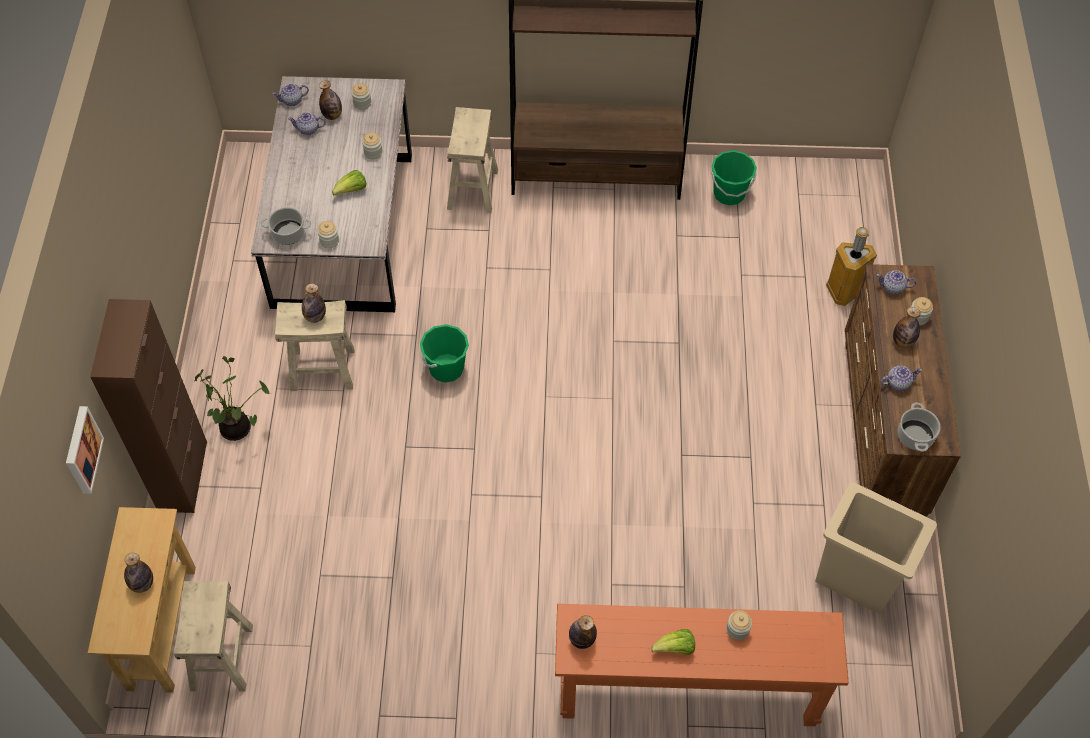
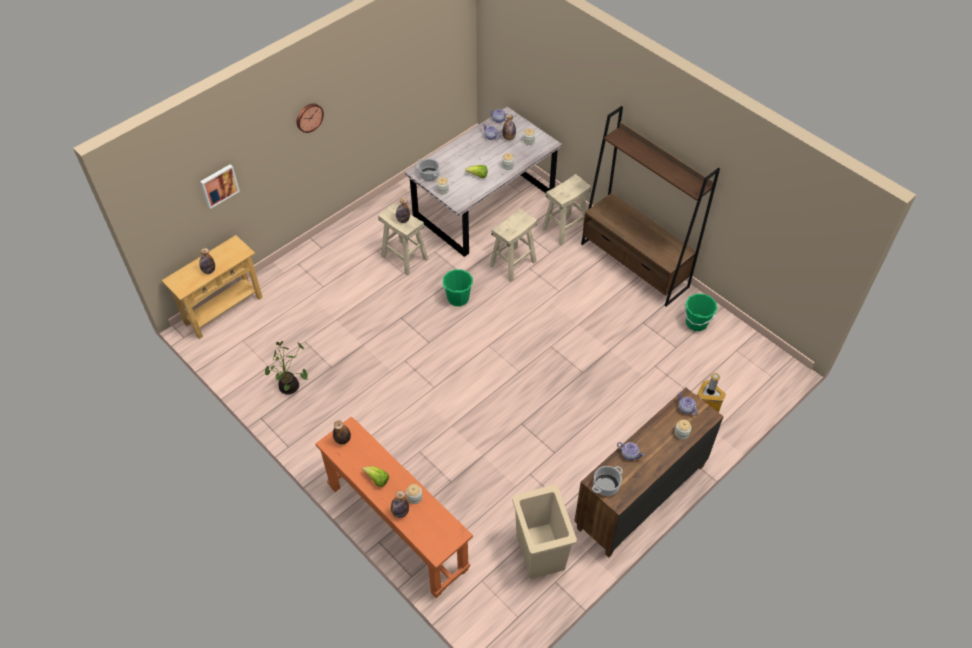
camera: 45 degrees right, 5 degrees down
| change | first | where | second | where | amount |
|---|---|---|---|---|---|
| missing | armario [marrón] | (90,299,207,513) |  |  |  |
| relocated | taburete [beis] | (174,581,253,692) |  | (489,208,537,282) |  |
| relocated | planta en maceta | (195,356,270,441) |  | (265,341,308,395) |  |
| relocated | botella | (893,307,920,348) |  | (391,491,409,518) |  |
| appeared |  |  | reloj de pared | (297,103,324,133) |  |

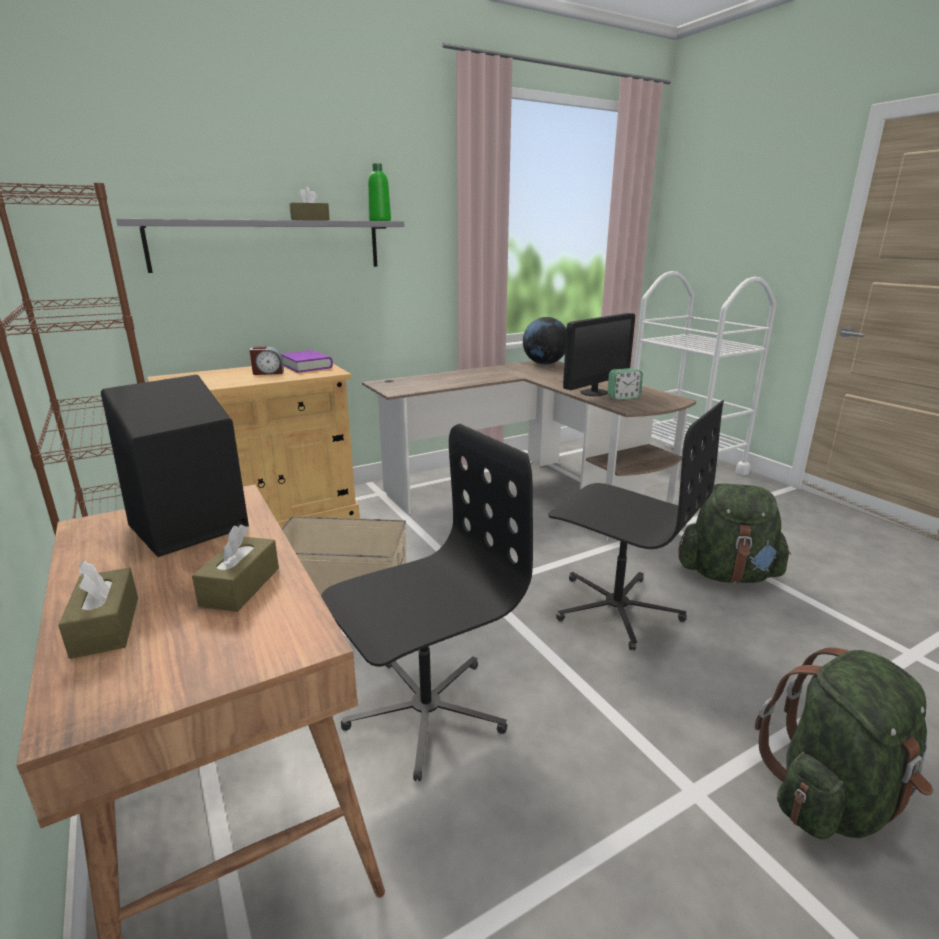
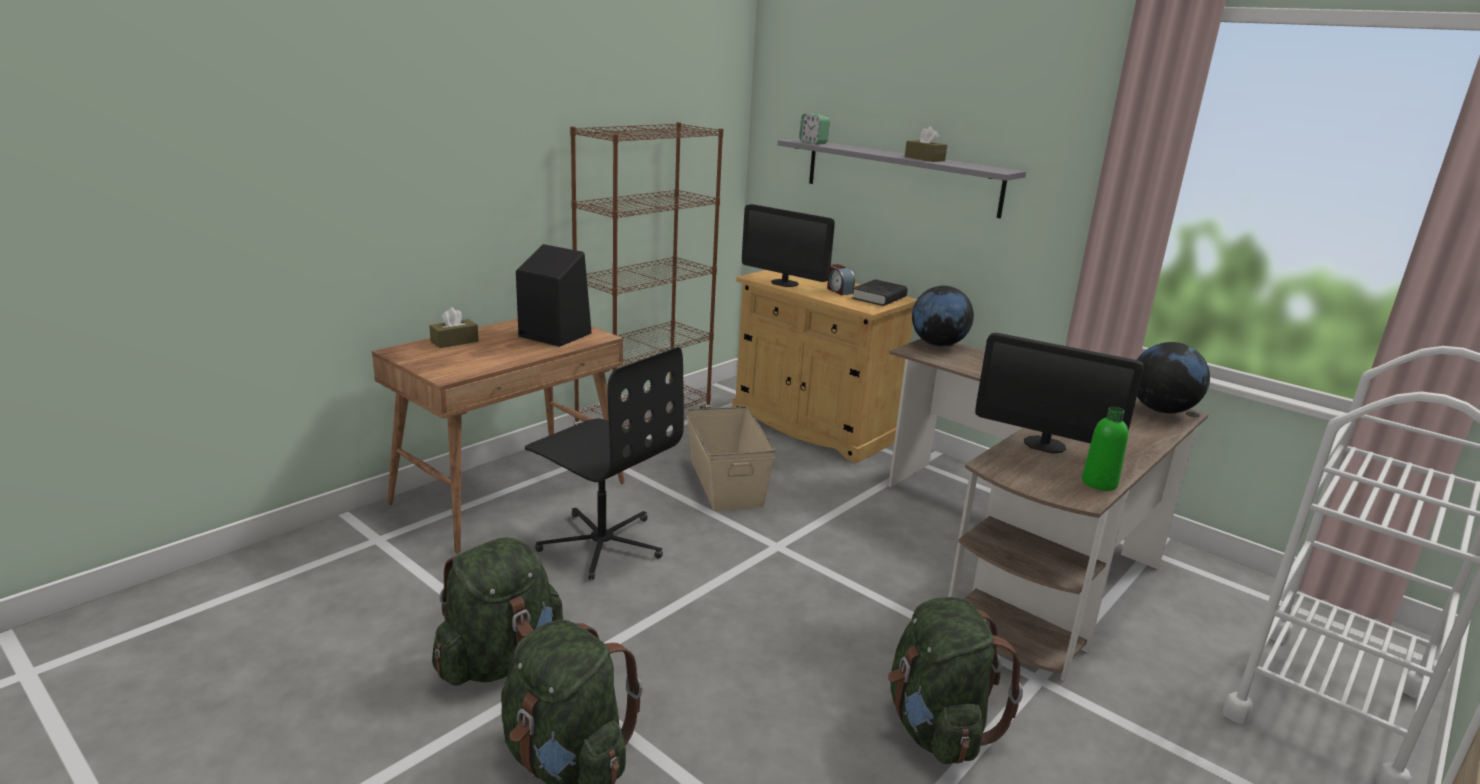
camera: 70 degrees right, 0 degrees up
| change | first | where | second | where | amount |
|---|---|---|---|---|---|
| missing | caja de pañuelos [marrón] | (192,525,279,612) |  |  |  |
| colour | libro [morado] | (281,350,333,373) | libro [negro] | (852,279,908,306) |  |
| relocated | botella [verde] | (368,163,391,221) |  | (1082,407,1128,491) |  |
| missing | silla de oficina [negro] | (548,400,724,650) |  |  |  |
| relocated | despertador | (608,368,643,400) |  | (799,114,830,144) |  |
| appeared |  |  | mochila [verde] | (432,537,563,686) |  |
| appeared |  |  | monitor | (742,204,835,287) |  |
| appeared |  |  | globo terráqueo | (912,286,974,346) |  |

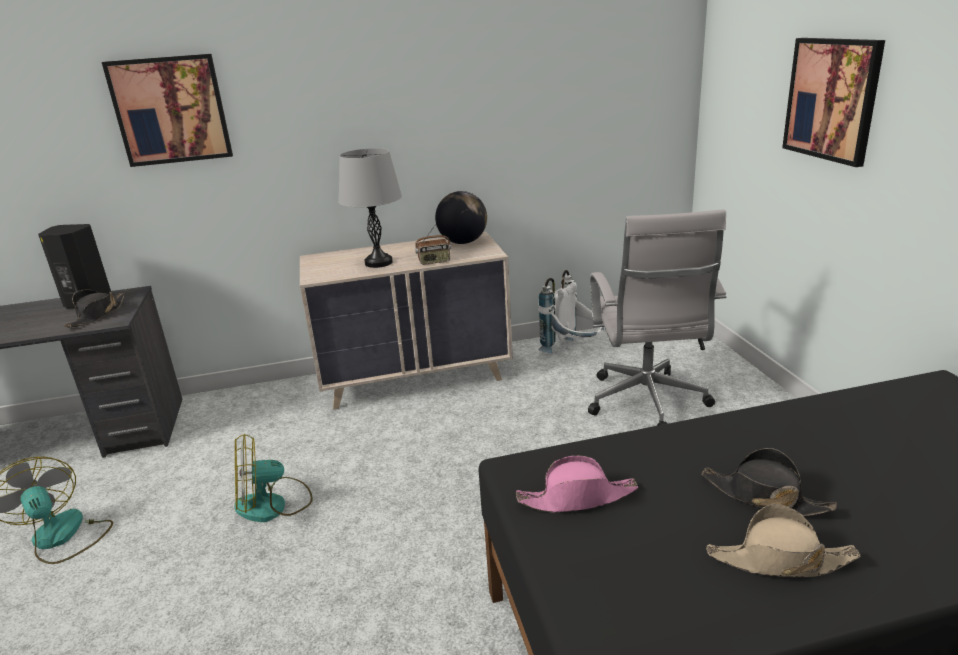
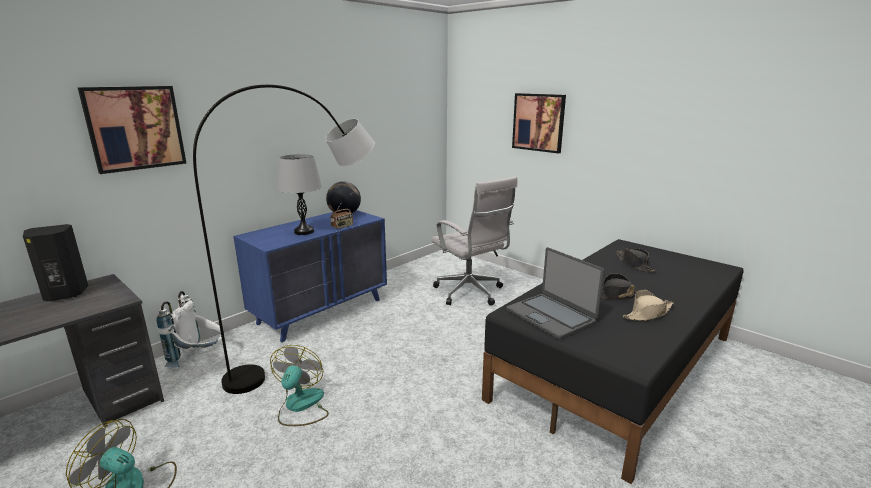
camera: 35 degrees left, 5 degrees down
| change | first | where | second | where | amount |
|---|---|---|---|---|---|
| relocated | sombrero [negro] | (64,290,125,328) |  | (616,248,656,272) |  |
| spun | ventilador | (234,434,313,522) |  | (270,345,329,426) | 150 degrees clockwise |
| colour | cómoda [beis] | (300,232,513,409) | cómoda [azul] | (233,210,387,342) |  |
| exchanged | sombrero [rosa] | (516,455,638,513) | portátil | (506,247,604,339) |  |
| relocated | mochila [blanco] | (538,270,604,354) |  | (156,291,224,367) |  |
| appeared |  |  | lámpara de pie [gris] | (193,85,375,394) |  |

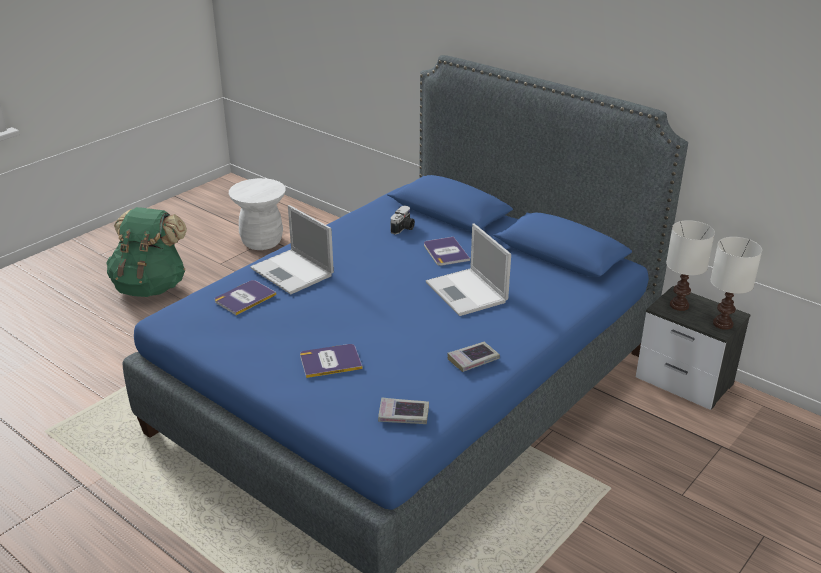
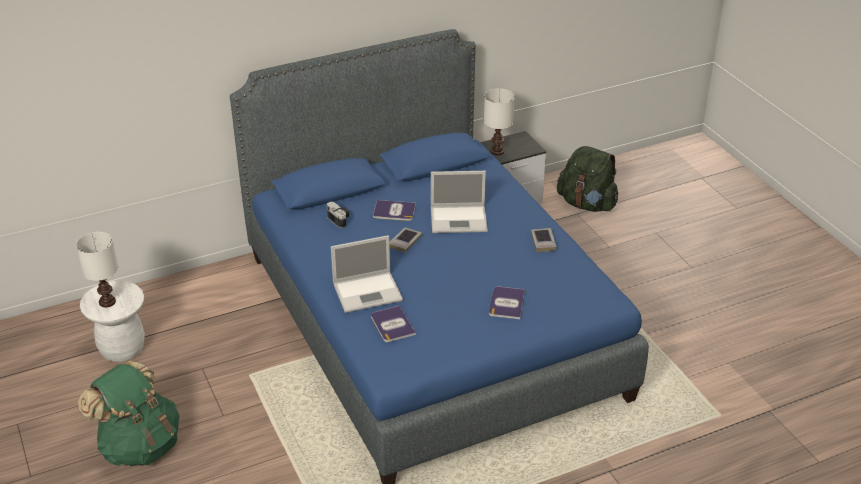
camera: 65 degrees left, 5 degrees up
| change | first | where | second | where | amount |
|---|---|---|---|---|---|
| relocated | libro | (378,397,429,424) |  | (389,228,422,252) |  |
| relocated | lámpara de mesa [blanco] | (710,237,762,330) |  | (76,232,118,307) |  |
| appeared |  |  | mochila [verde] | (557,146,618,212) |  |

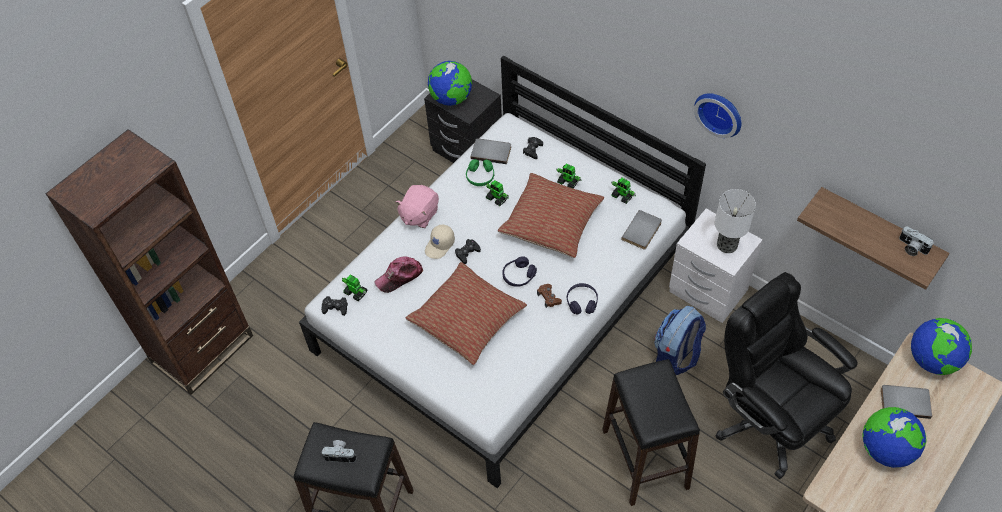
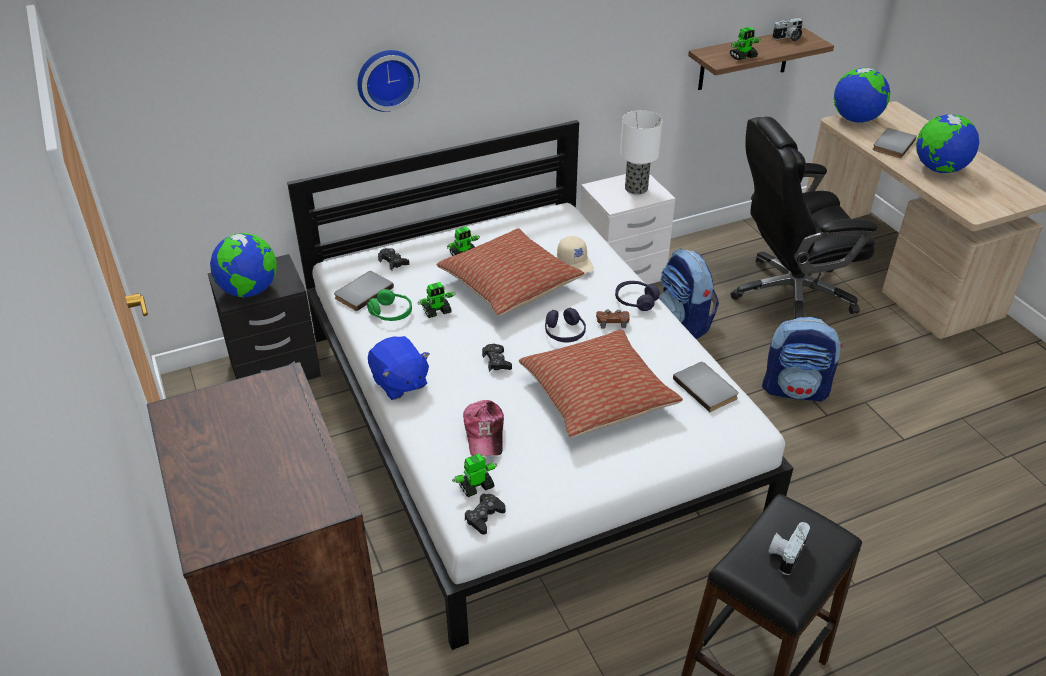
camera: 65 degrees left, 15 degrees down
| change | first | where | second | where | amount |
|---|---|---|---|---|---|
| colour | peluche [rosa] | (395,185,439,228) | peluche [azul] | (368,336,430,400) |  |
| relocated | gorra [beis] | (425,224,455,259) |  | (557,236,594,274) |  |
| exchanged | taburete [negro] | (602,359,700,506) | mochila | (762,317,842,402) |  |
| relocated | robot de juguete | (611,178,636,204) |  | (730,27,761,60) |  |
| relocated | libro [gris] | (621,210,662,250) |  | (673,362,739,412) |  |
| relocated | reloj de pared | (694,93,742,138) |  | (358,50,420,112) |  |

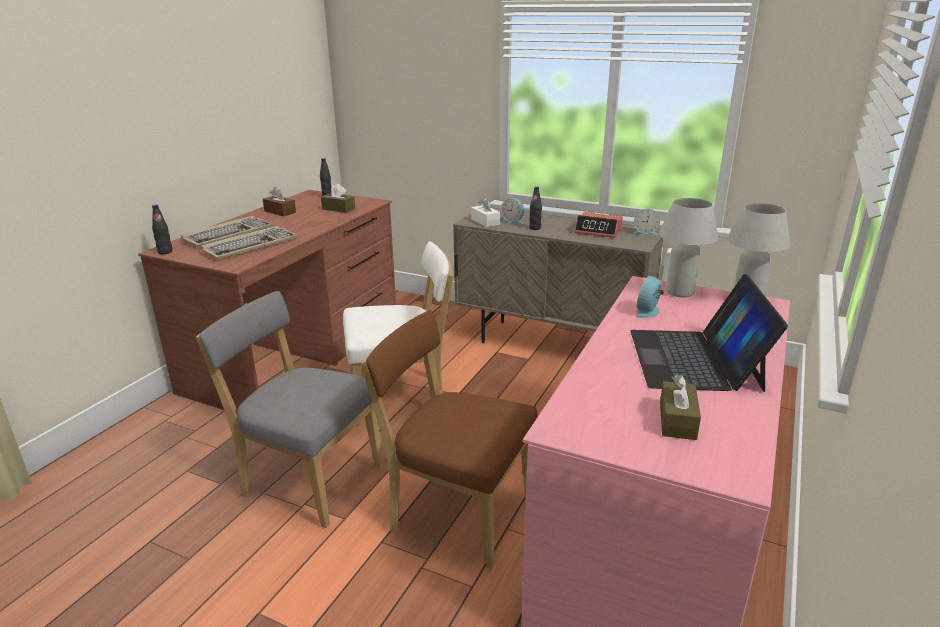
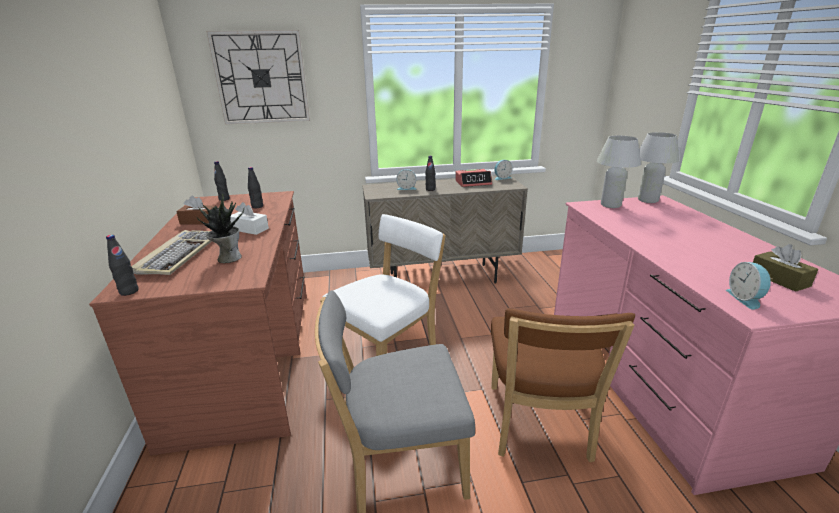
camera: 35 degrees left, 0 degrees up
| change | first | where | second | where | amount |
|---|---|---|---|---|---|
| exchanged | teclado | (201,226,299,260) | planta en maceta | (197,194,244,263) |  |
| exchanged | caja de pañuelos [marrón] | (321,184,355,213) | botella [negro] | (248,167,263,208) |  |
| spun | silla [marrón] | (361,310,538,569) |  | (491,308,635,462) | 75 degrees counterclockwise |
| relocated | caja de pañuelos [blanco] | (471,197,500,227) |  | (230,202,269,235) |  |
| missing | portátil | (631,274,788,392) |  |  |  |
| relocated | despertador | (636,276,663,318) |  | (726,262,772,310) |  |
| appeared |  |  | reloj de pared | (206,30,310,124) |  |

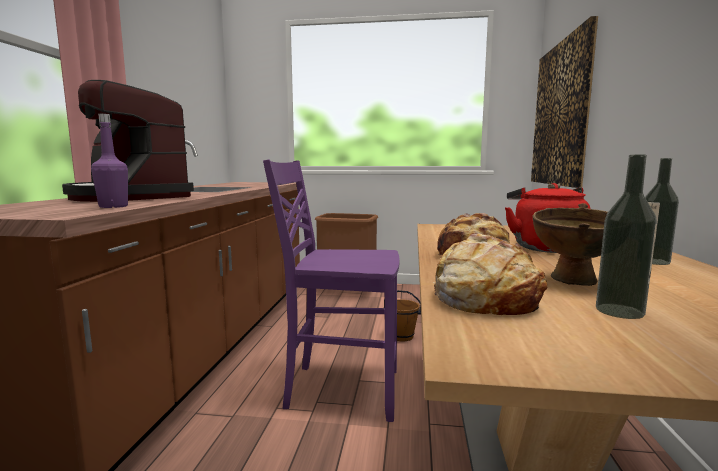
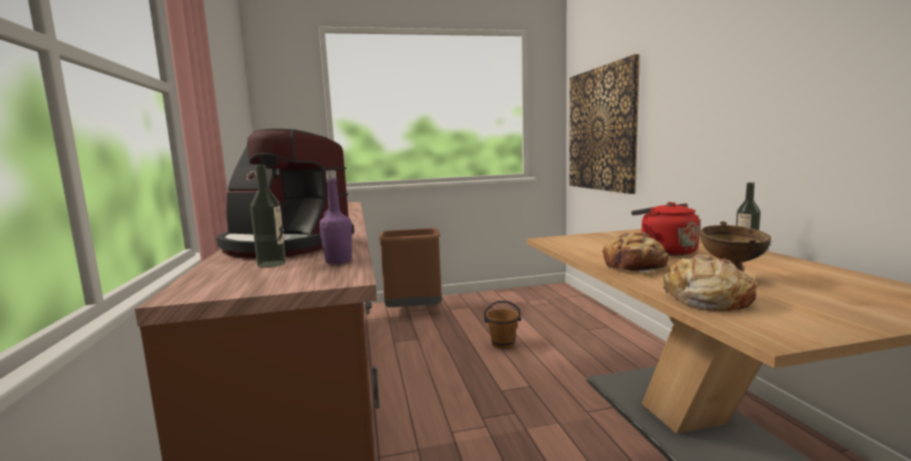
camera: 20 degrees left, 0 degrees up
| change | first | where | second | where | amount |
|---|---|---|---|---|---|
| missing | silla [morado] | (263,159,400,422) |  |  |  |
| relocated | botella | (596,155,657,319) |  | (250,165,286,268) |  |

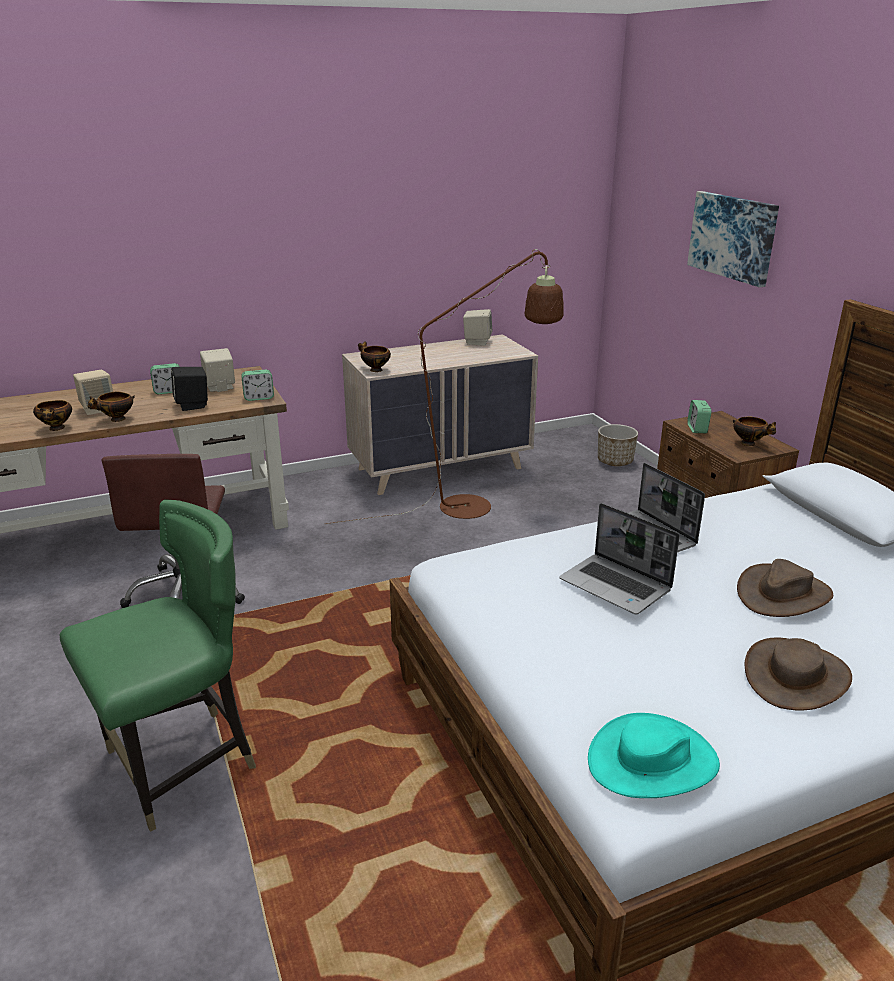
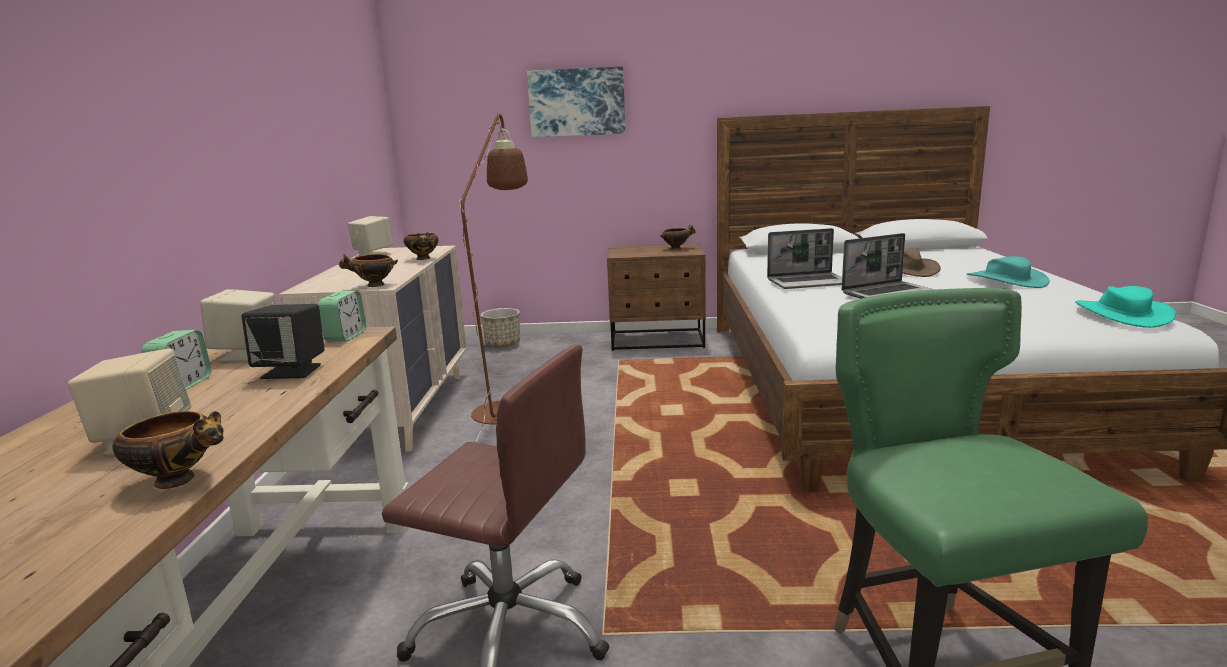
camera: 65 degrees left, 10 degrees down
| change | first | where | second | where | amount |
|---|---|---|---|---|---|
| relocated | cuenco | (87,392,135,422) |  | (404,232,438,260) |  |
| missing | despertador | (687,400,711,433) |  |  |  |
| colour | sombrero [marrón] | (745,638,852,711) | sombrero [turquesa] | (967,256,1050,288) |  |

